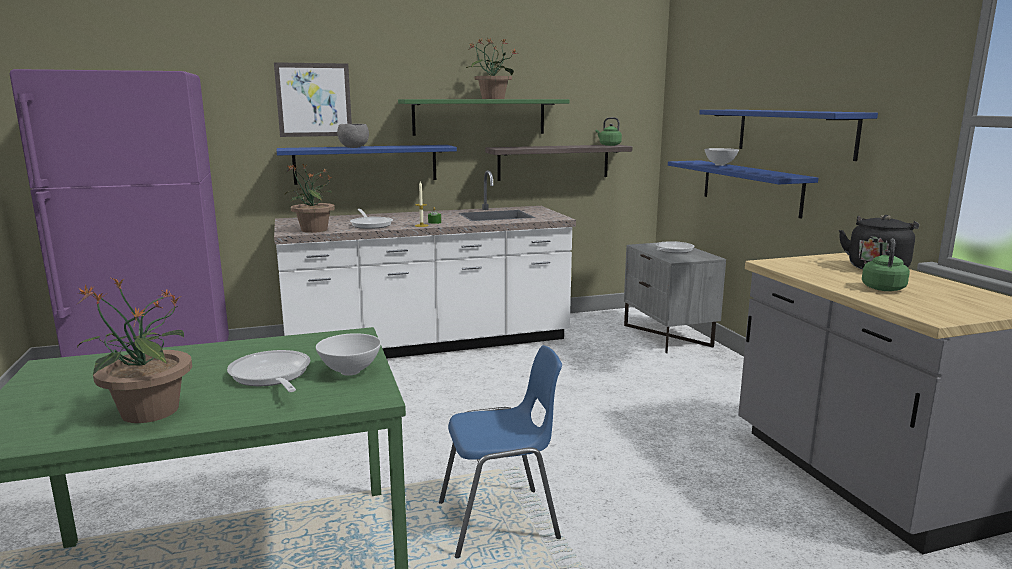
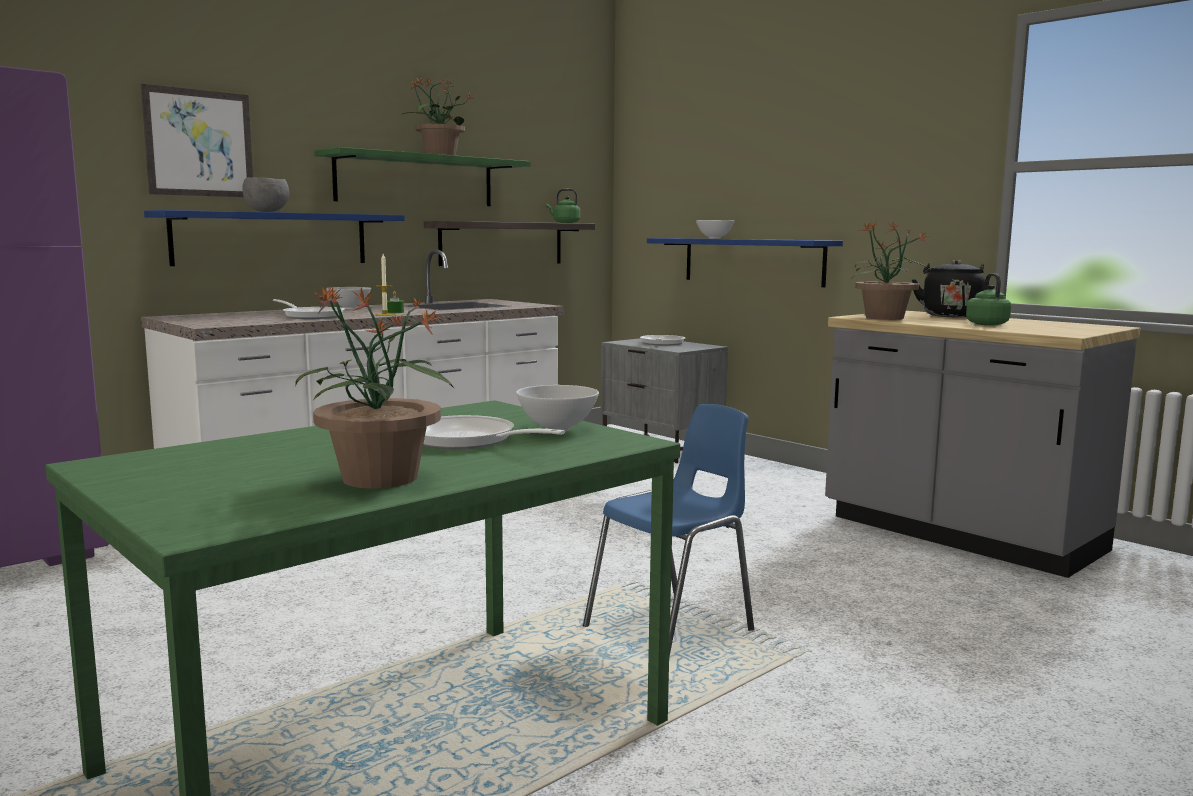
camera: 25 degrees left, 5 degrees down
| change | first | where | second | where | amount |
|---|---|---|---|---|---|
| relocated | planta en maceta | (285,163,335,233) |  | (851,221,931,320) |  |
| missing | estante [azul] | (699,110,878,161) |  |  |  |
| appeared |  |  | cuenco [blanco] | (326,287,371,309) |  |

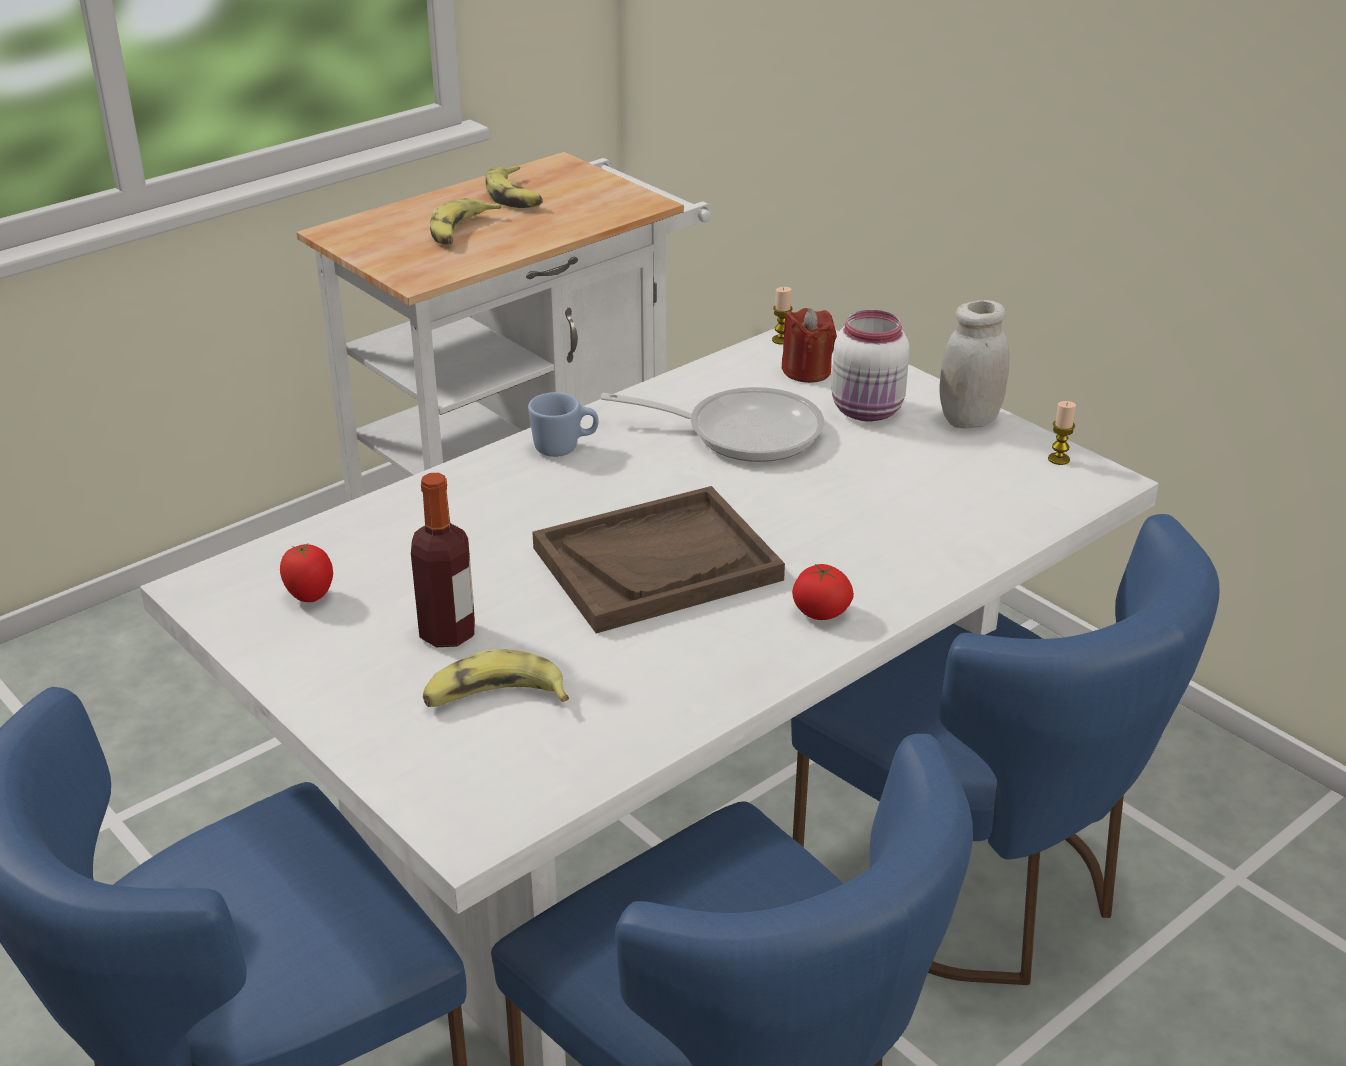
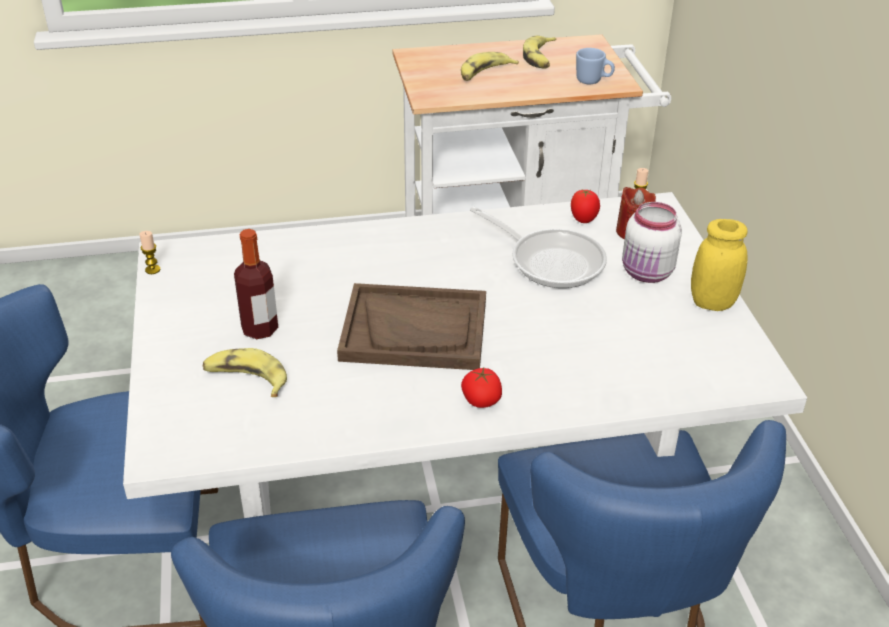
camera: 30 degrees right, 5 degrees up
| change | first | where | second | where | amount |
|---|---|---|---|---|---|
| relocated | tomate | (280,543,333,602) |  | (571,189,600,223) |  |
| relocated | taza grande [azul] | (528,392,599,457) |  | (576,48,615,84) |  |
| colour | tarro [blanco] | (939,300,1010,429) | tarro [amarillo] | (691,219,748,311) |  |
| relocated | vela | (1048,401,1076,465) |  | (139,231,161,274) |  |

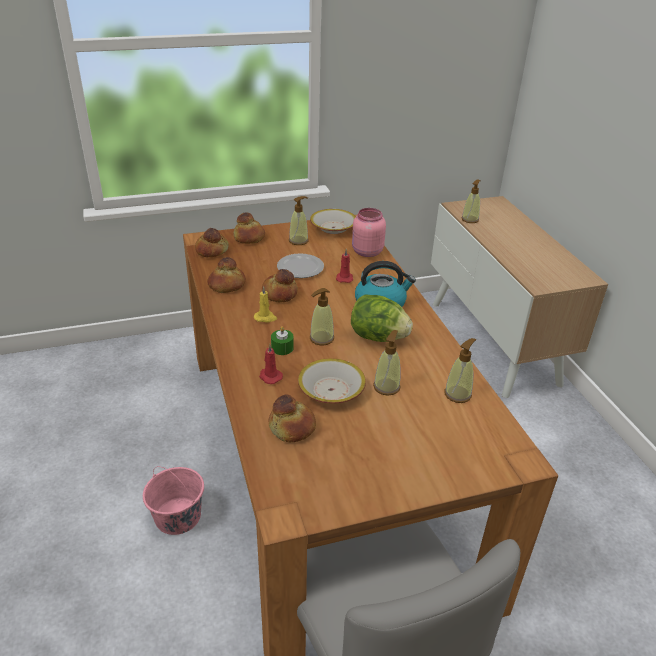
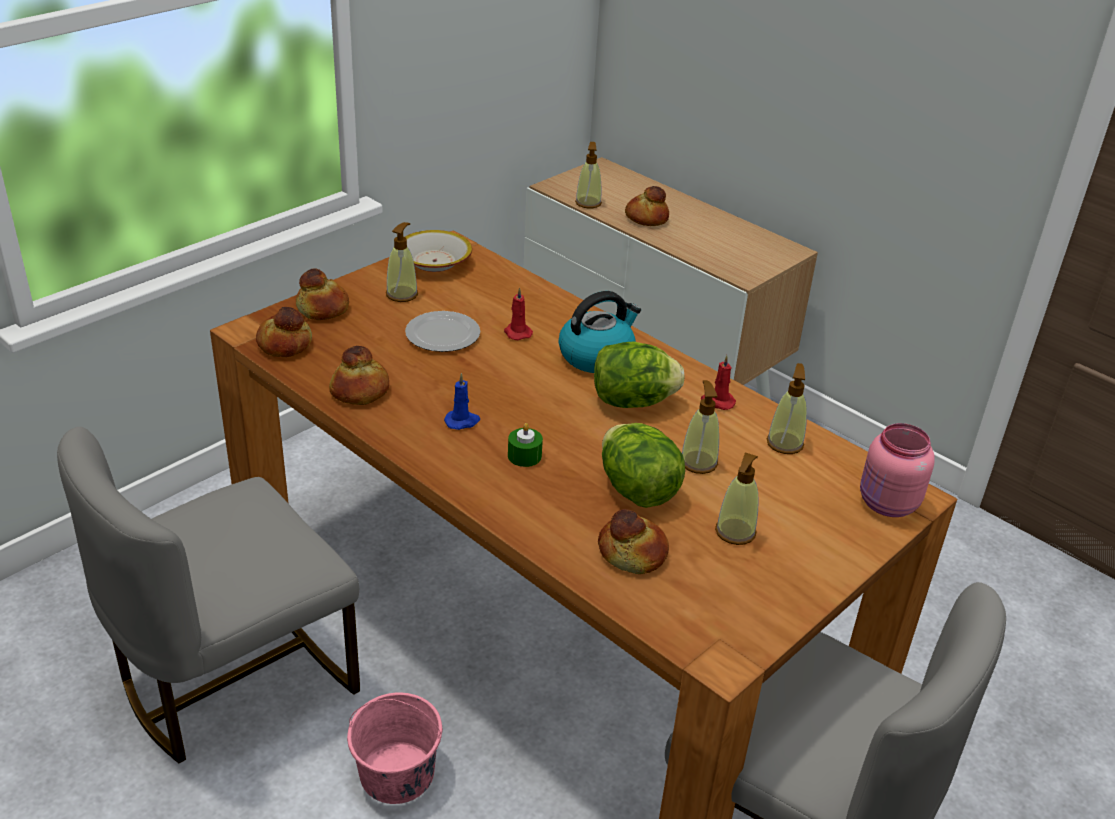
camera: 30 degrees left, 0 degrees up
| change | first | where | second | where | amount |
|---|---|---|---|---|---|
| colour | vela [amarillo] | (254,286,277,323) | vela [azul] | (444,373,480,430) |  |
| relocated | vela [rojo] | (259,344,283,384) |  | (701,355,736,410) |  |
| relocated | pan | (262,269,298,302) |  | (625,186,669,226) |  |
| exchanged | cuenco | (298,358,366,404) | lechuga | (602,423,685,508) |  |
| relocated | dispensador de jabón | (310,288,334,345) |  | (715,452,758,545) |  |
| relocated | tarro [rosa] | (352,208,386,257) |  | (860,423,935,517) |  |
| appeared |  |  | silla [gris] | (57,427,360,763) |  |

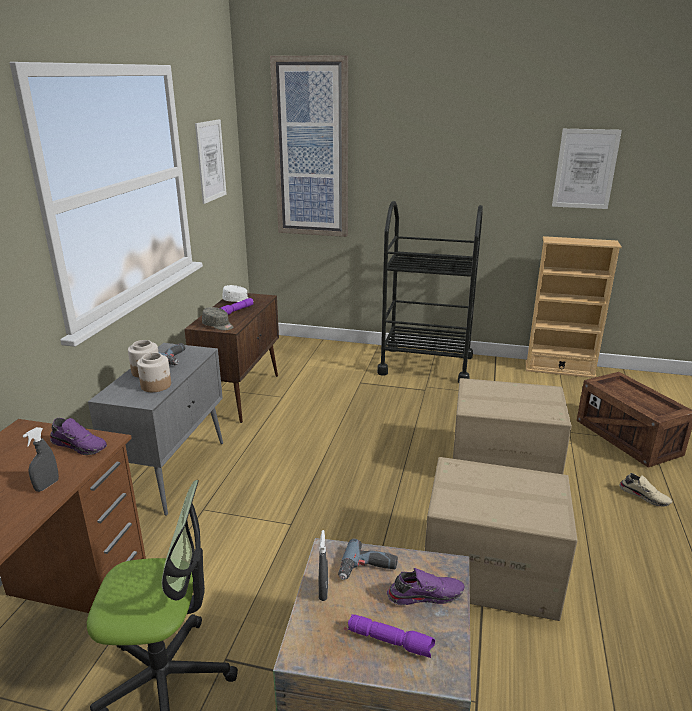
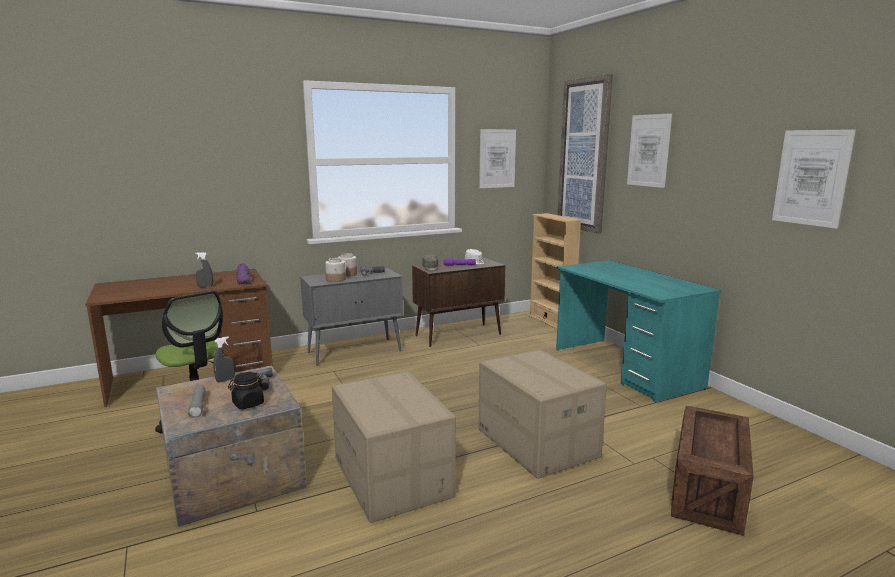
camera: 50 degrees right, 10 degrees down
| change | first | where | second | where | amount |
|---|---|---|---|---|---|
| colour | linterna [morado] | (348,614,435,658) | linterna [gris] | (188,385,205,418) |  |
| exchanged | carrito [negro] | (377,201,483,383) | escritorio [turquesa] | (556,260,722,403) |  |
| exchanged | zapato [morado] | (387,568,465,605) | tarro [negro] | (228,372,265,409) |  |
| relocated | estantería [beis] | (526,236,622,378) |  | (528,213,582,329) |  |
| missing | zapato [beis] | (619,473,673,506) |  |  |  |
| appeared |  |  | cuadro | (627,113,672,188) |  |

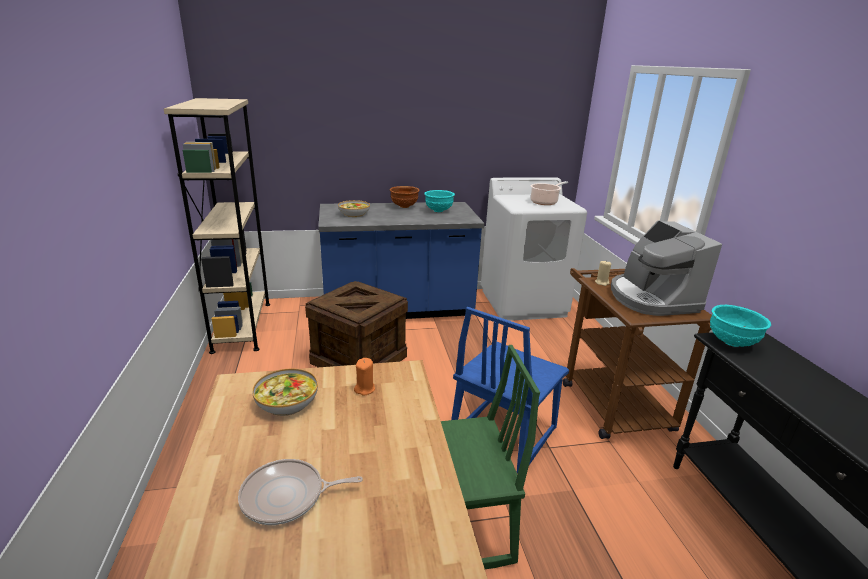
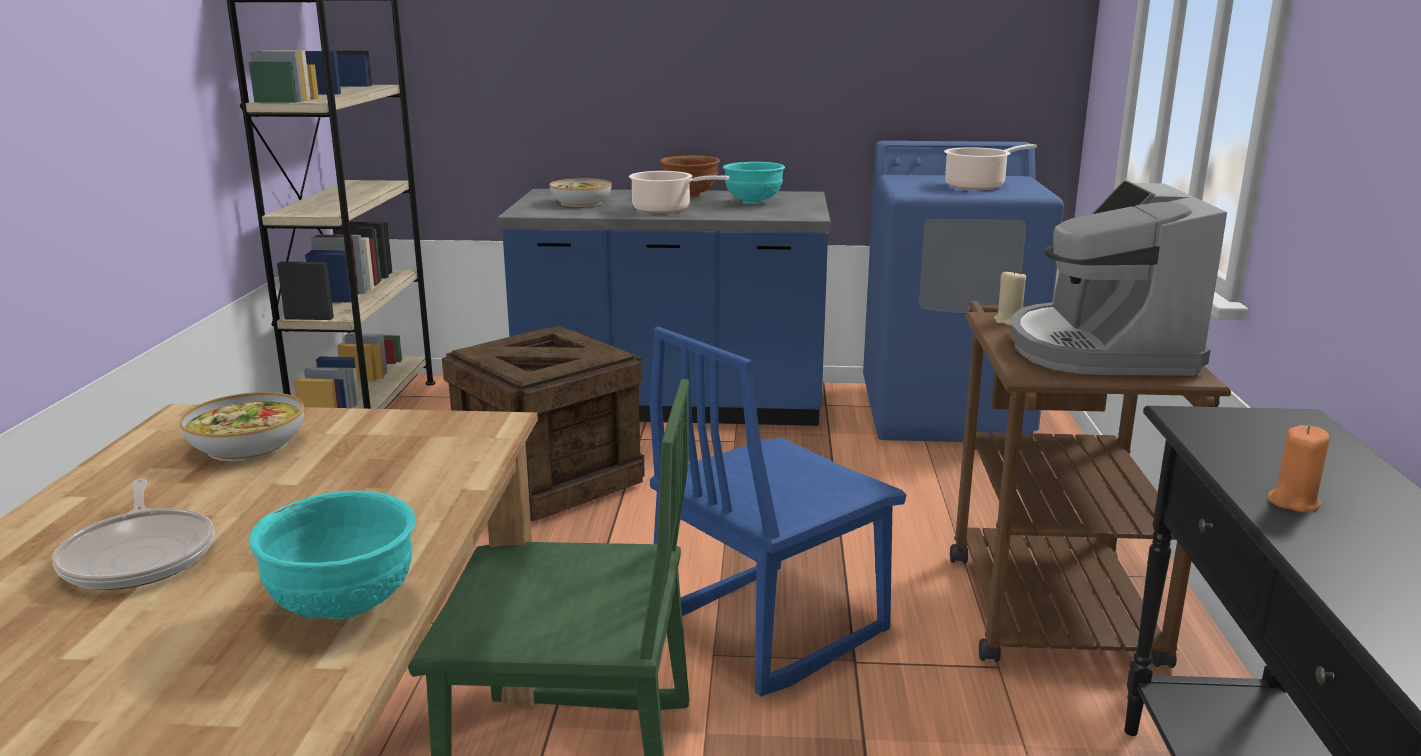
camera: 15 degrees right, 5 degrees down
| change | first | where | second | where | amount |
|---|---|---|---|---|---|
| spun | sartén | (238,459,363,525) |  | (52,479,214,590) | 120 degrees counterclockwise |
| relocated | vela [naranja] | (354,358,375,396) |  | (1268,425,1329,512) |  |
| colour | lavadora [blanco] | (481,177,587,321) | lavadora [azul] | (863,141,1064,442) |  |
| relocated | cuenco [turquesa] | (710,305,771,347) |  | (249,491,416,619) |  |
| appeared |  |  | olla | (629,171,729,214) |  |

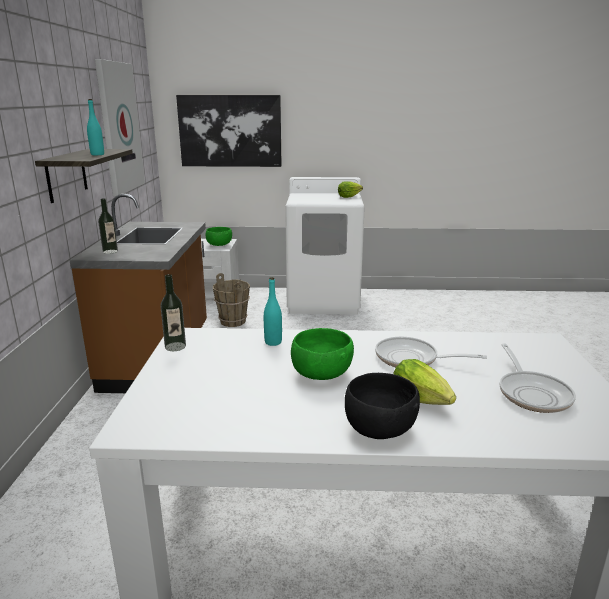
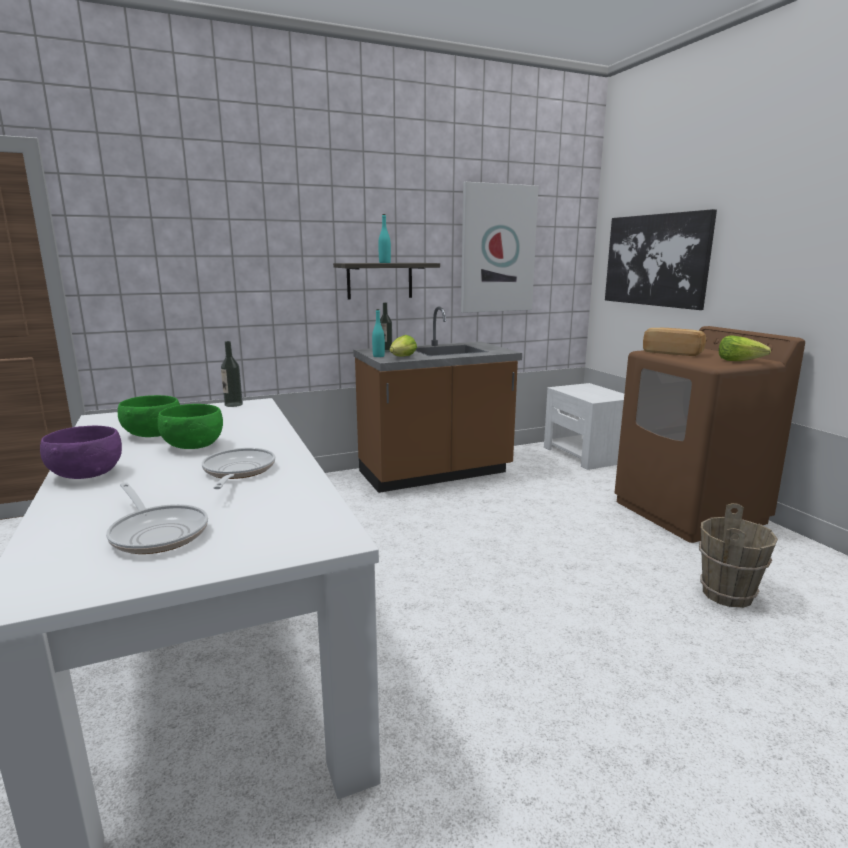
camera: 65 degrees right, 5 degrees down
| change | first | where | second | where | amount |
|---|---|---|---|---|---|
| relocated | cuenco [verde] | (206,227,232,246) |  | (118,395,180,437) |  |
| relocated | cubo [marrón] | (213,273,250,327) |  | (699,503,778,608) |  |
| relocated | botella [turquesa] | (264,277,282,346) |  | (372,309,385,357) |  |
| colour | lavadora [blanco] | (285,177,365,315) | lavadora [marrón] | (614,326,805,543) |  |
| colour | cuenco [negro] | (345,373,420,439) | cuenco [morado] | (40,426,122,479) |  |
| relocated | lechuga | (393,359,456,405) |  | (389,335,417,357) |  |
| spun | sartén | (499,343,576,413) |  | (106,482,208,554) | 105 degrees counterclockwise |
| appeared |  |  | pan | (643,328,706,356) |  |

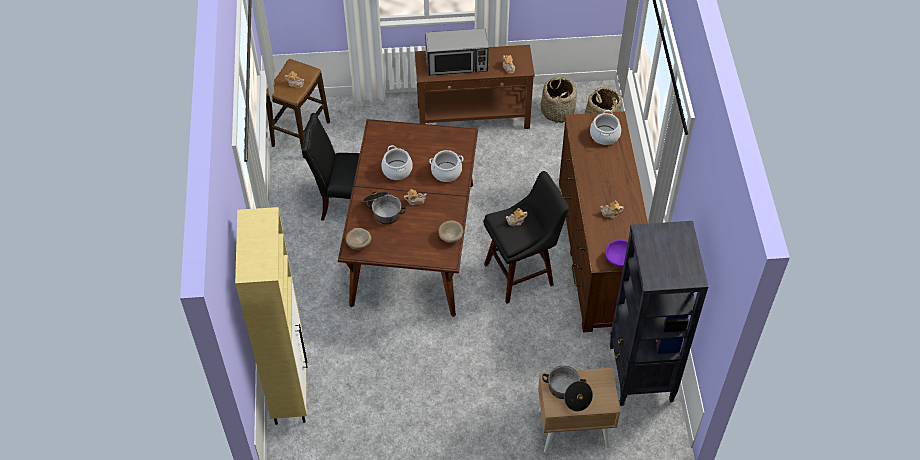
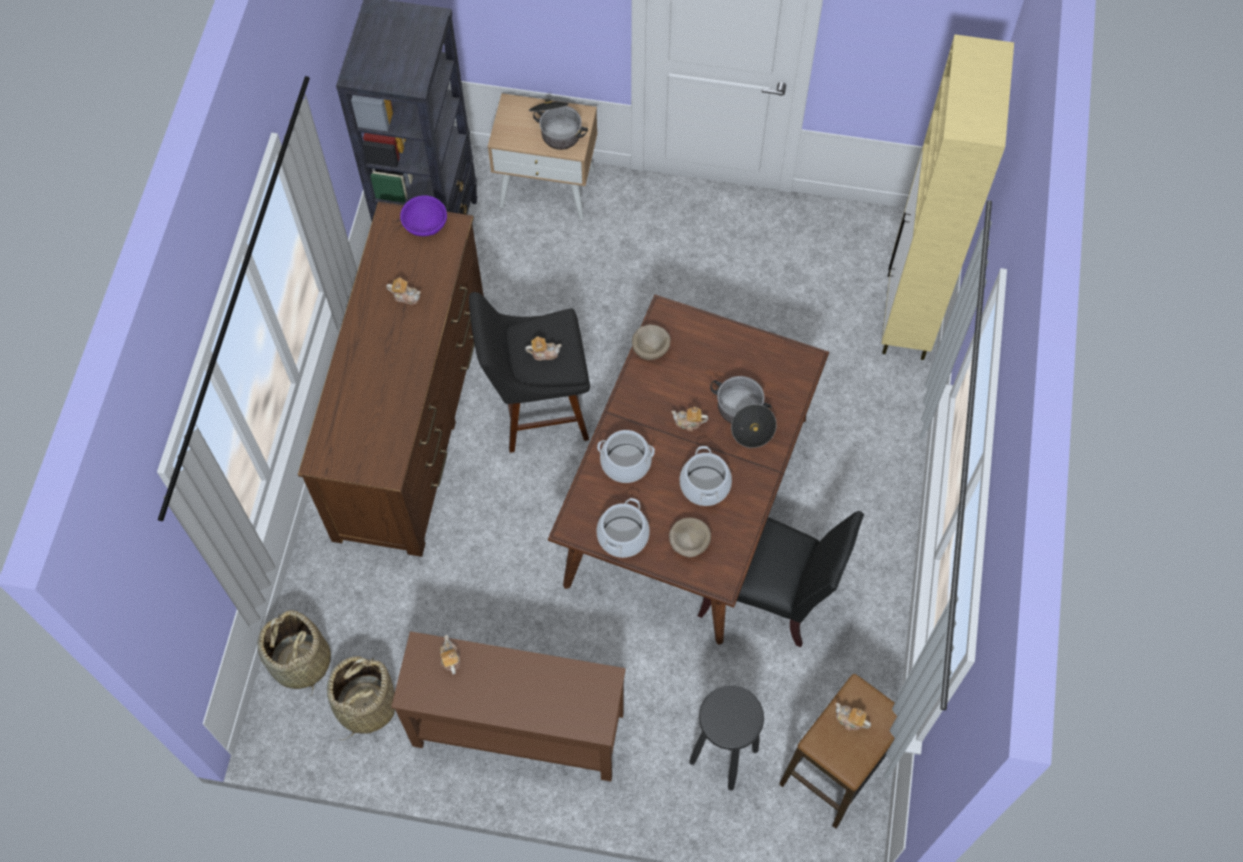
camera: 165 degrees left, 10 degrees up
| change | first | where | second | where | amount |
|---|---|---|---|---|---|
| relocated | cuenco [beis] | (346,228,371,250) |  | (669,517,711,557) |  |
| missing | microondas | (425,28,489,75) |  |  |  |
| relocated | olla | (590,110,621,145) |  | (596,498,650,558) |  |
| appeared |  |  | taburete [negro] | (689,685,764,791) |  |

